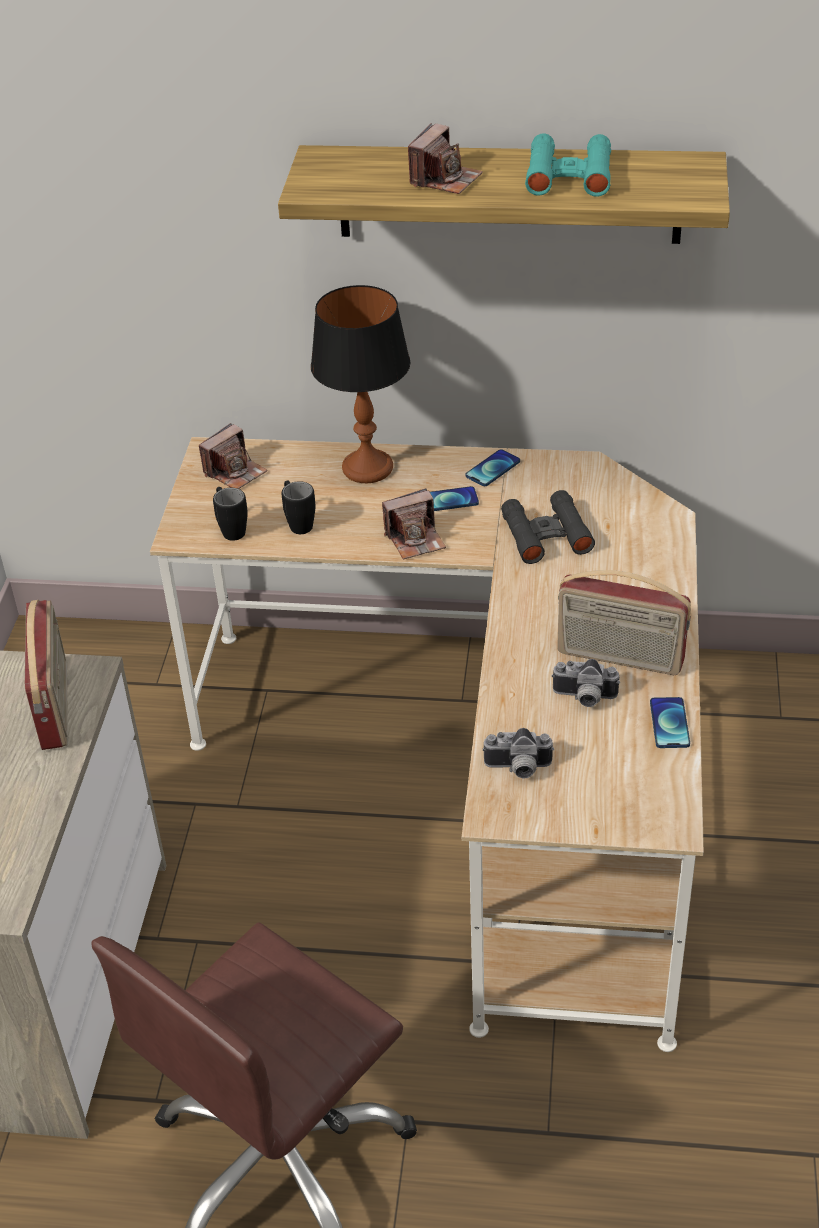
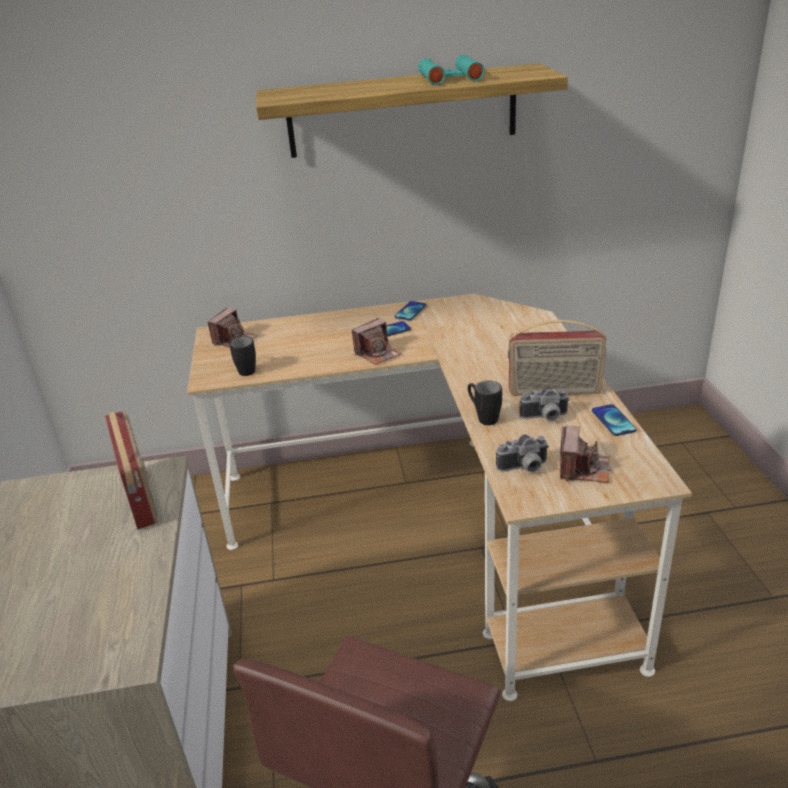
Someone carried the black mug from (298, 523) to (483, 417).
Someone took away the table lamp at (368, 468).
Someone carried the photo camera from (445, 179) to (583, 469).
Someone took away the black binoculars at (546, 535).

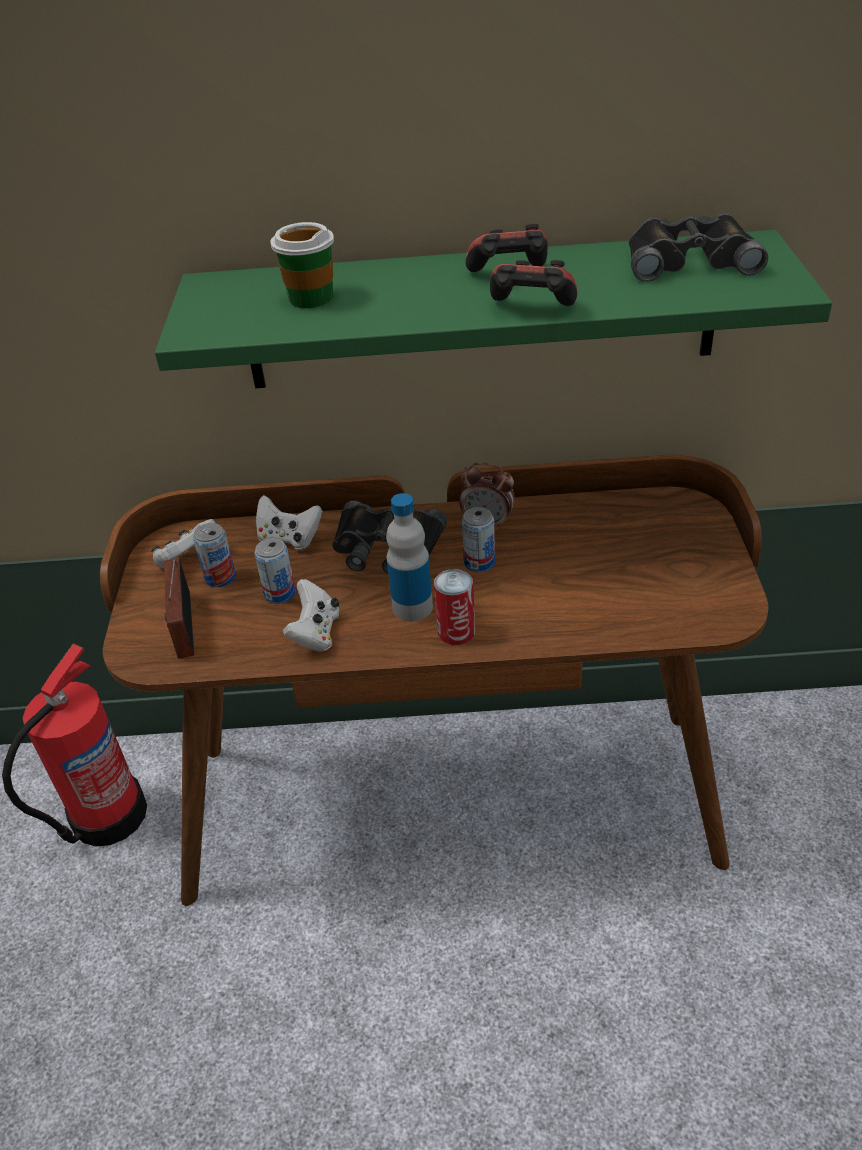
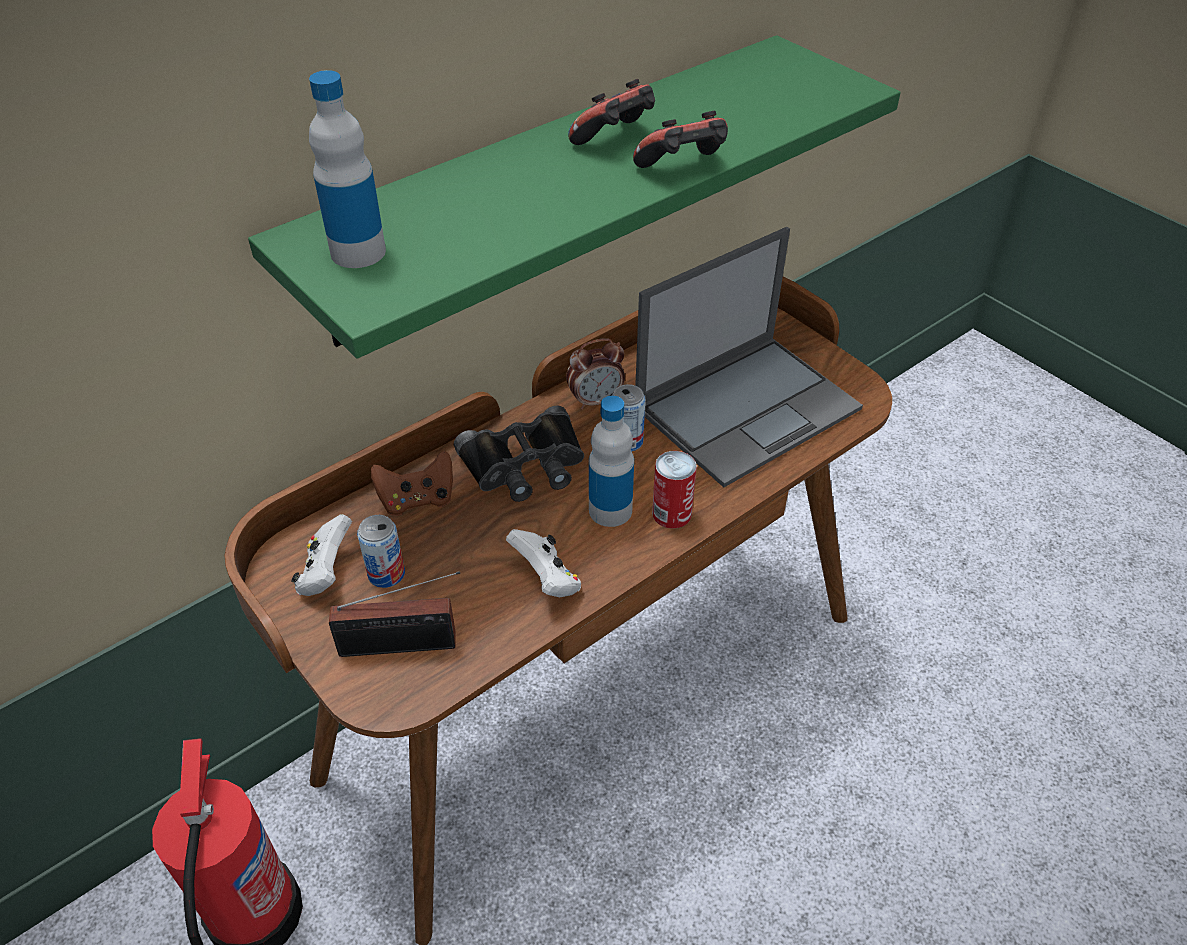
Someone rotated the radio at (183, 629) by 45 degrees counterclockwise.
Someone took away the can at (280, 594).
Someone repainted the white game controller at (289, 538), which became the brown game controller at (417, 500).
Someone took away the cup at (311, 298).
Someone took away the black binoculars at (689, 260).
Someone put down the bottle at (358, 252).
Someone put down the laptop at (748, 407).

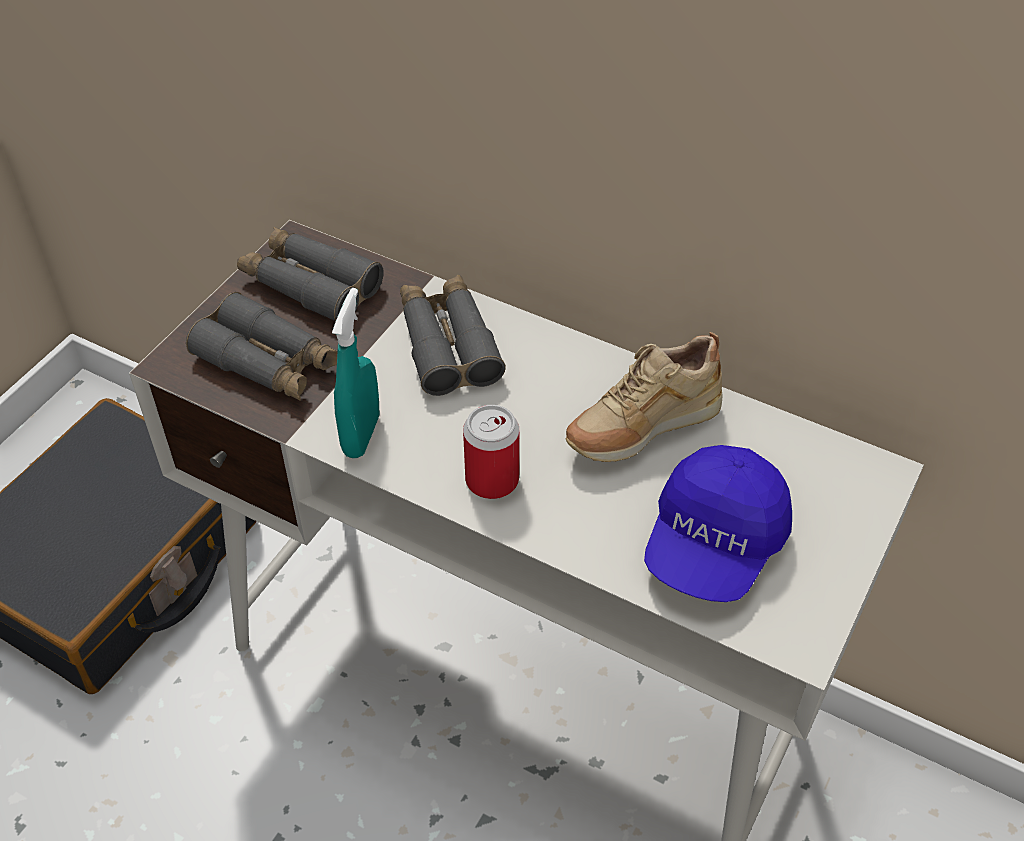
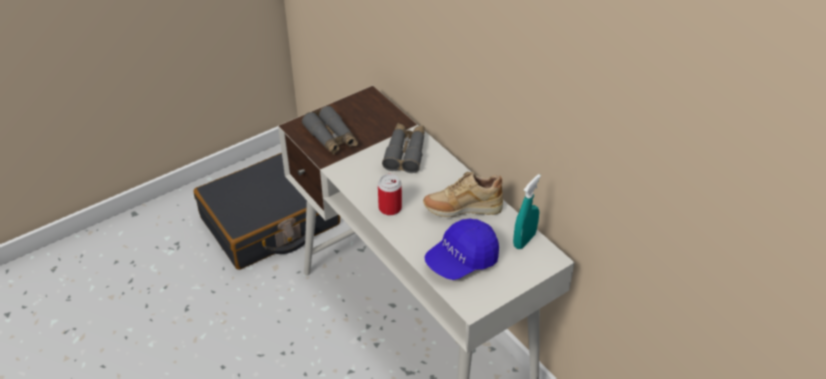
Someone took away the grey binoculars at (310, 285).
Someone carried the turquoise spray bottle from (361, 435) to (524, 240).

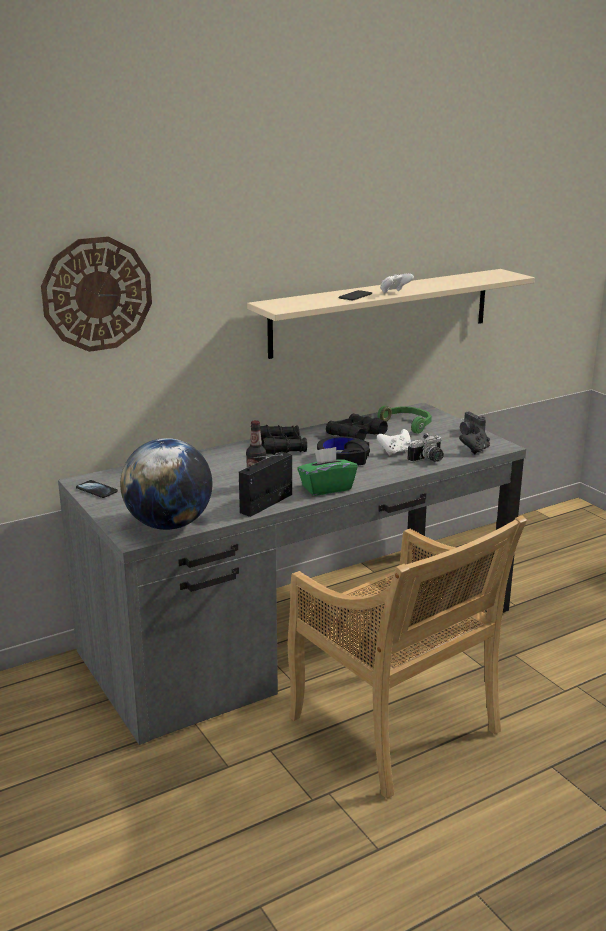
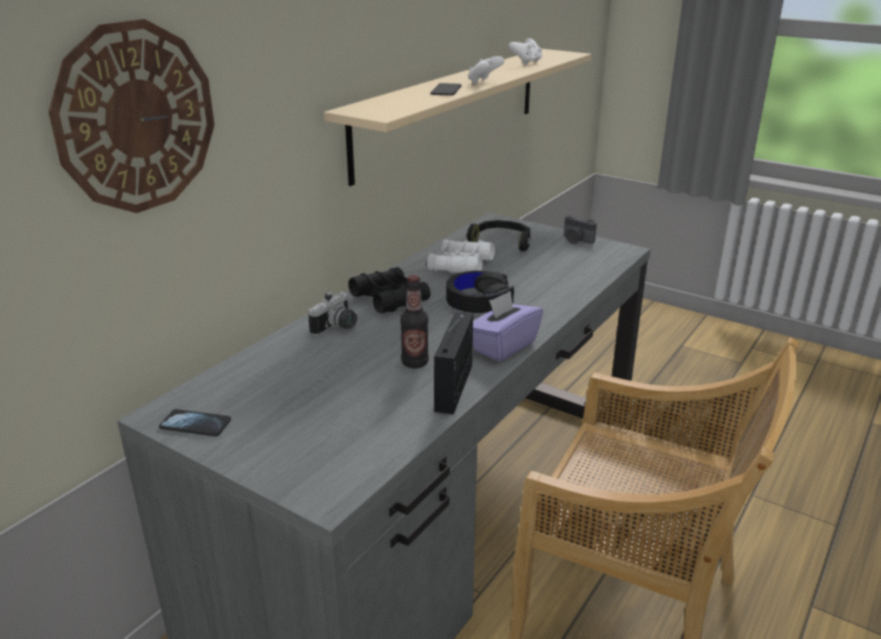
Someone took away the globe at (169, 525).
Someone repainted the green tissue box at (326, 488), which became the purple tissue box at (503, 346).
Someone repainted the black binoculars at (356, 435), which became the white binoculars at (460, 265).
Someone repainted the green headphones at (408, 424), which became the black headphones at (502, 241).
Someone carried the white game controller from (395, 452) to (526, 63).
Someone carried the photo camera from (428, 460) to (337, 327).
Someone took away the black game controller at (475, 450).

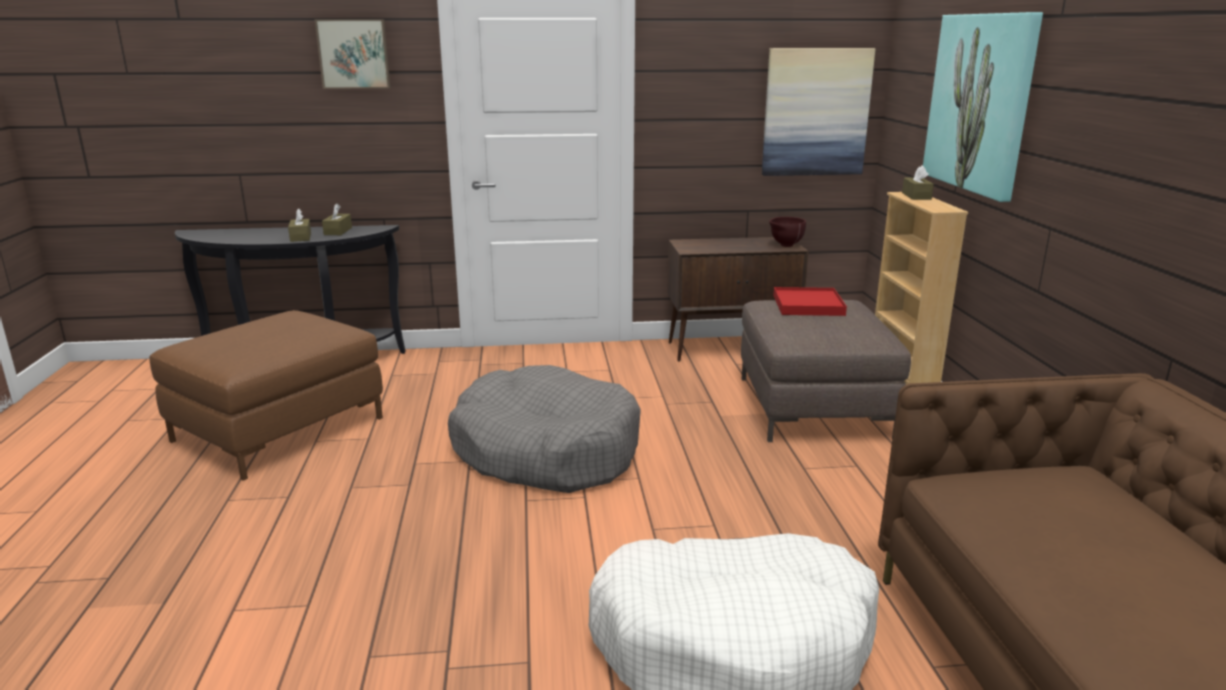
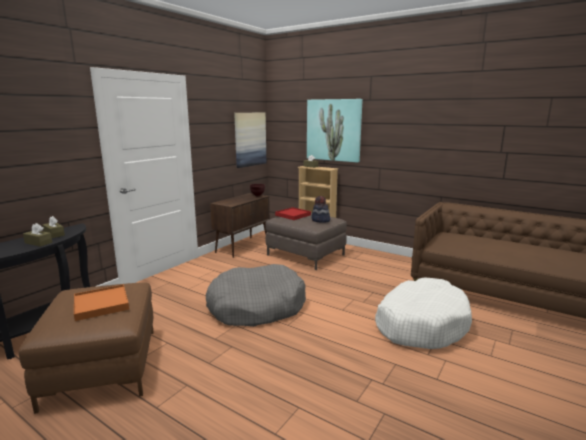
Someone took away the picture at (354, 54).
Someone put down the orange tray at (101, 304).
Someone put down the hat at (320, 220).

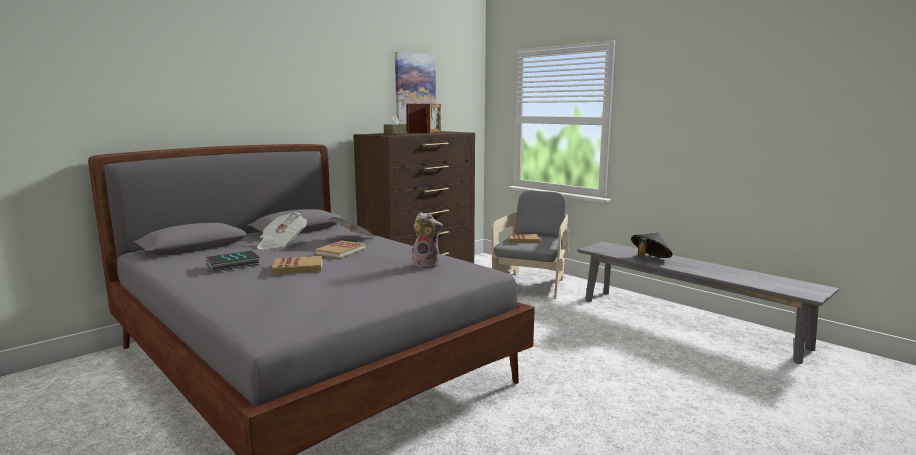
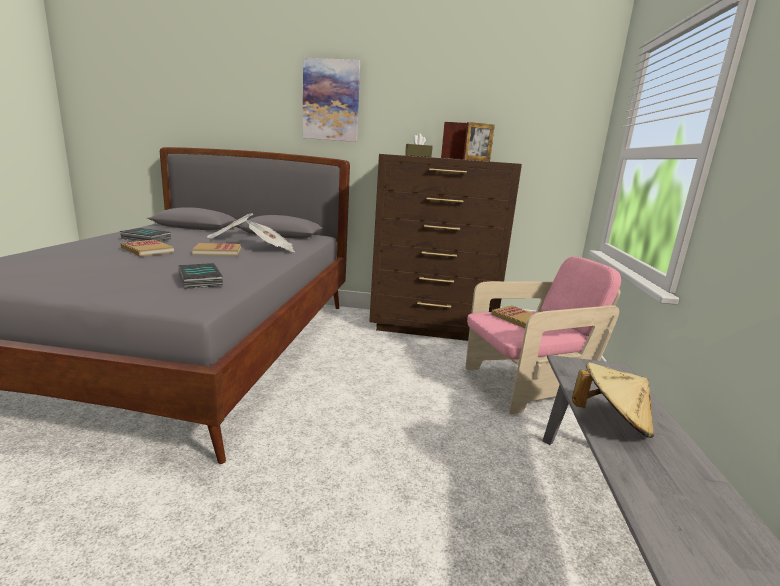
Someone carried the picture from (415, 87) to (331, 100).
Someone swapped the plush toy at (427, 264) for the book at (198, 280).
Someone repainted the grey armchair at (532, 285), which became the pink armchair at (526, 385).
Someone repainted the black hat at (649, 259), which became the beige hat at (611, 422).

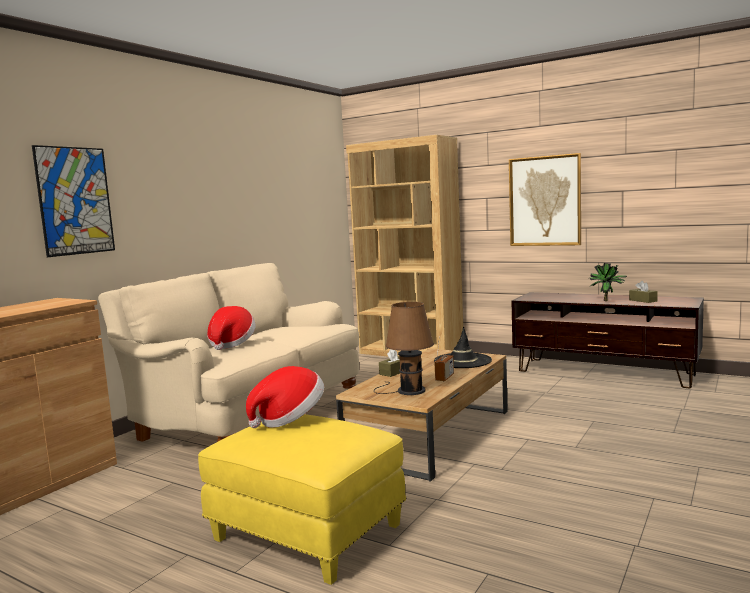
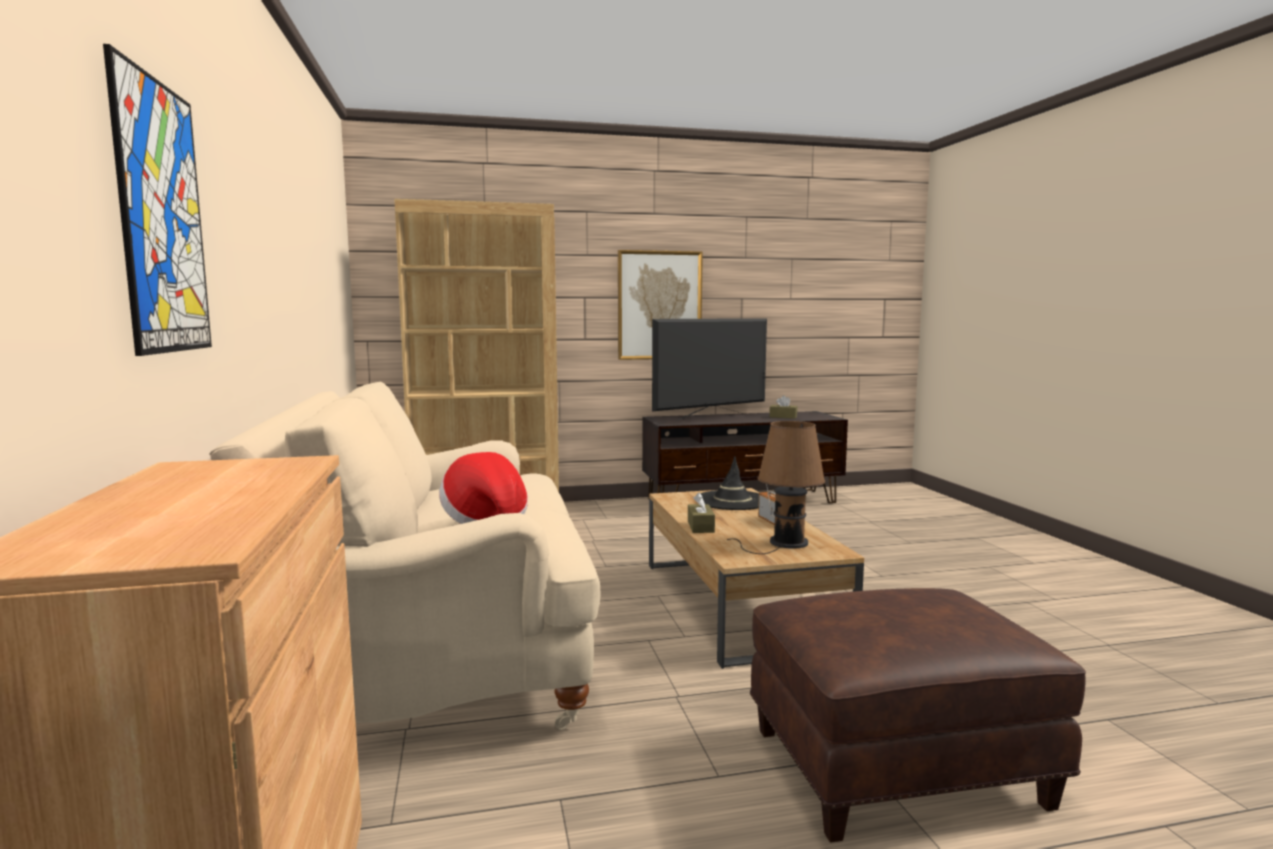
Someone repainted the yellow ottoman at (305, 532), which became the brown ottoman at (895, 769).
Someone took away the hat at (289, 419).
Someone took away the potted plant at (608, 301).
Someone put down the television at (710, 417).

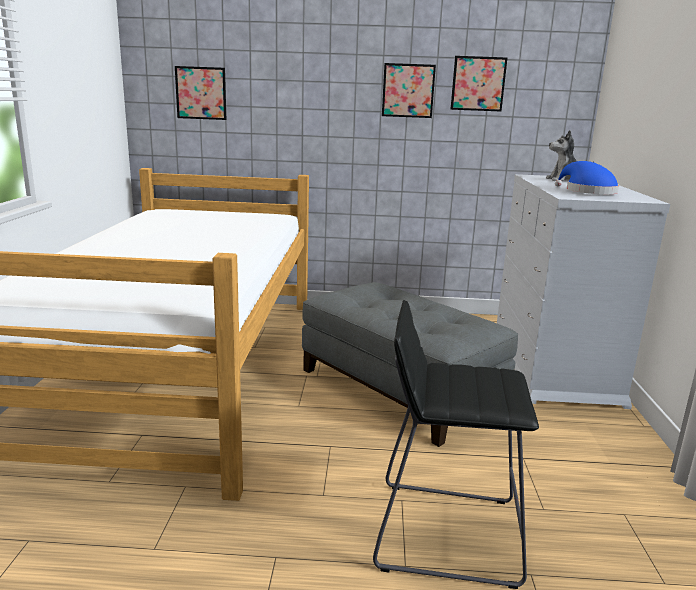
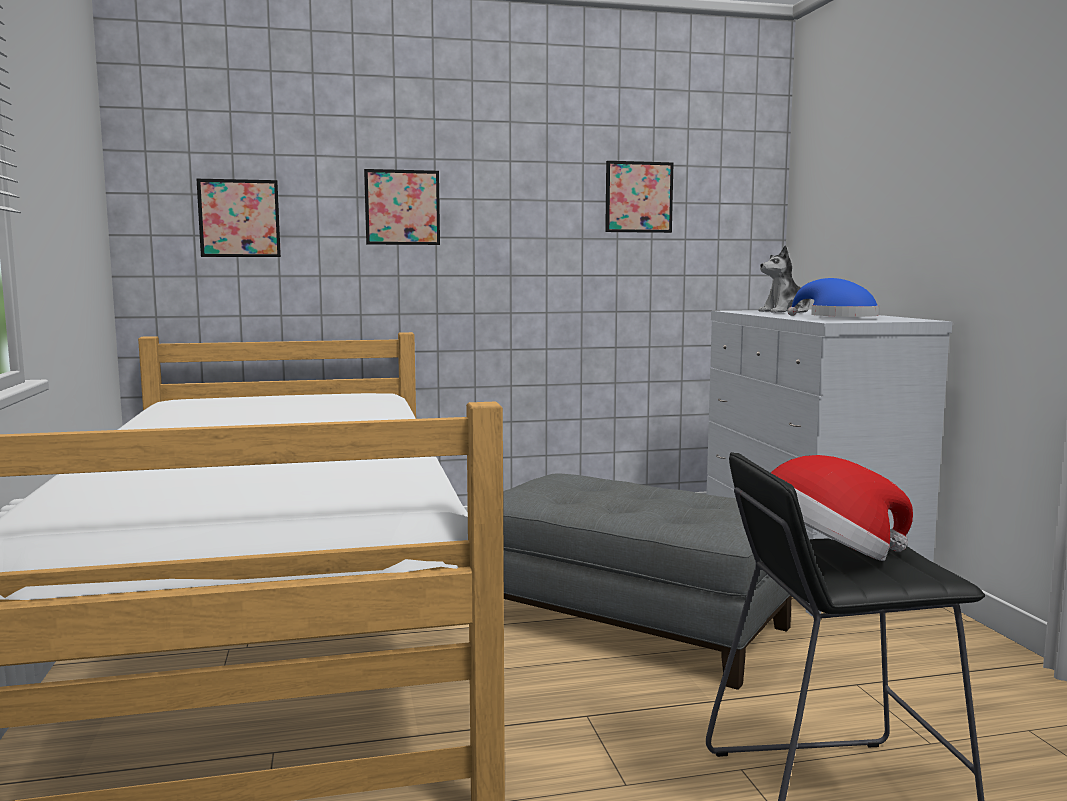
Someone carried the picture from (408, 90) to (402, 207).
Someone put down the hat at (826, 555).

